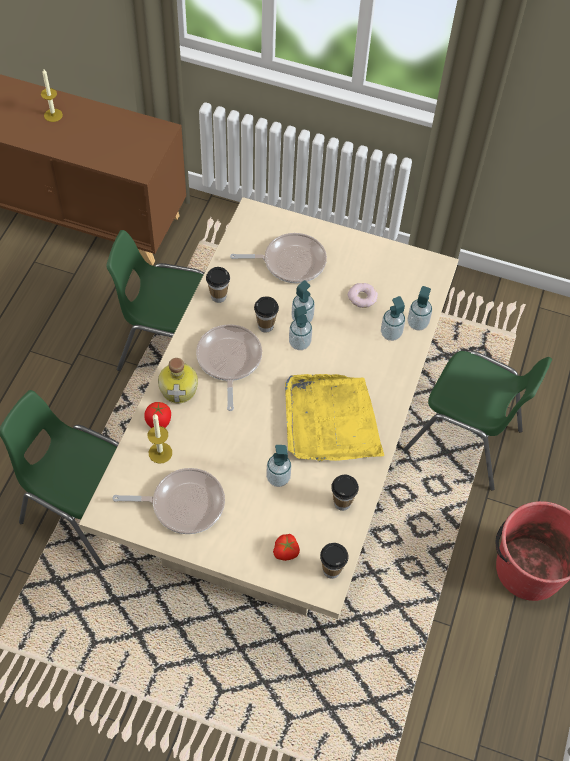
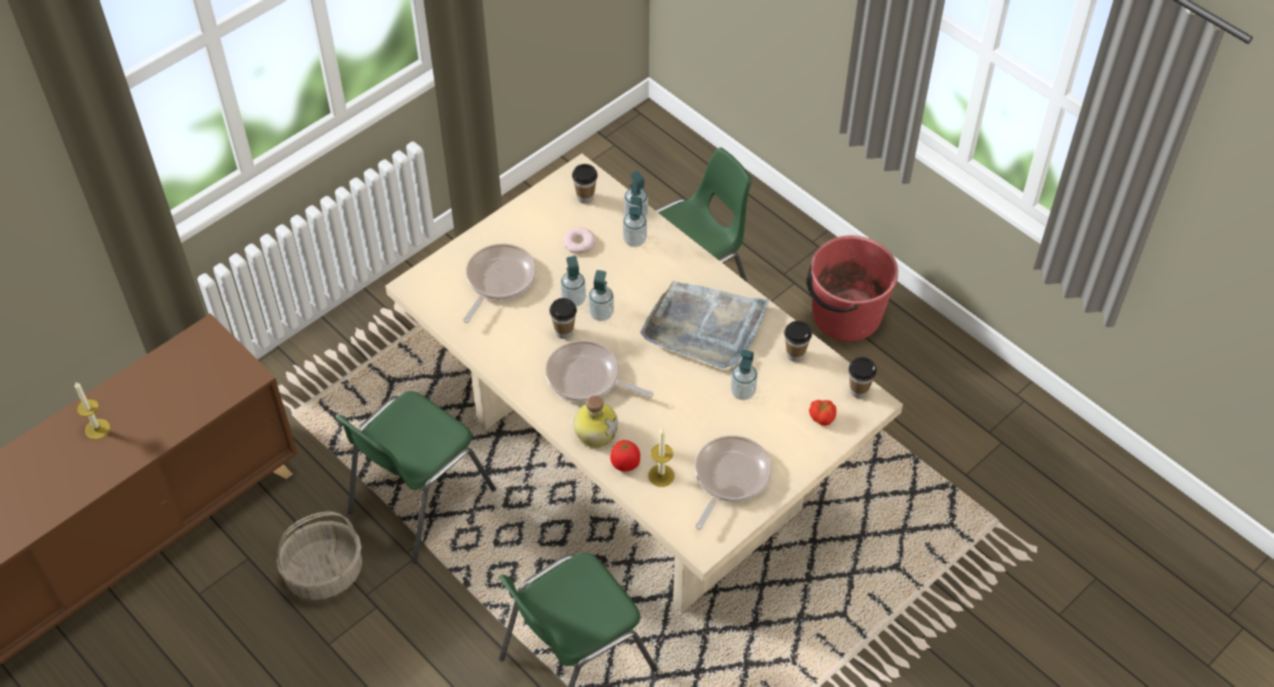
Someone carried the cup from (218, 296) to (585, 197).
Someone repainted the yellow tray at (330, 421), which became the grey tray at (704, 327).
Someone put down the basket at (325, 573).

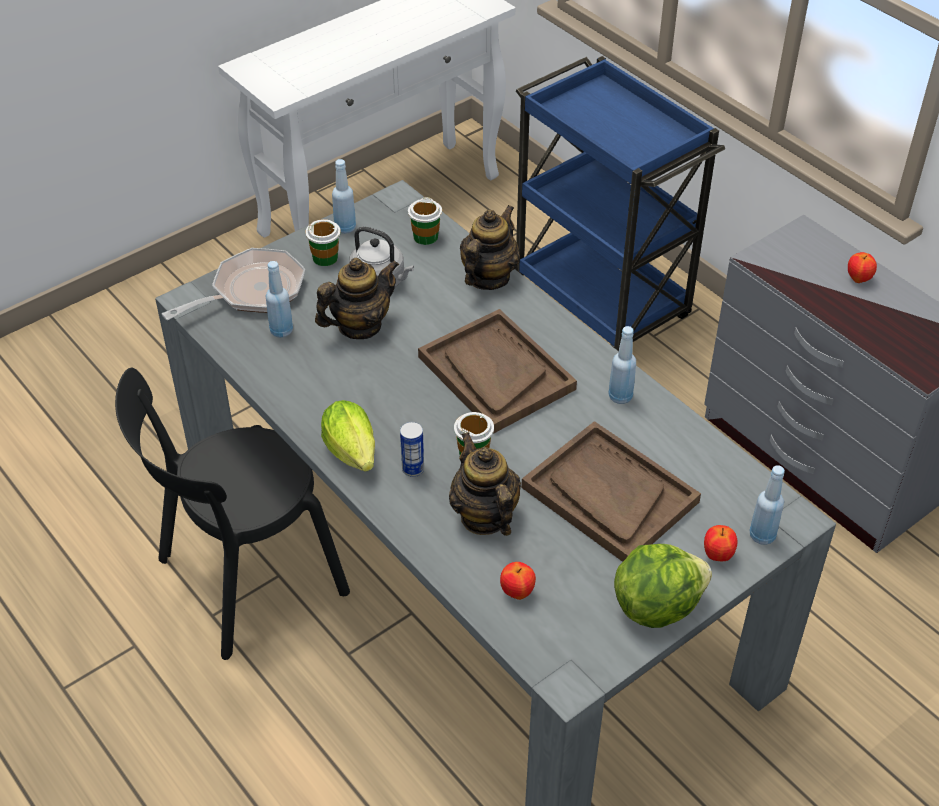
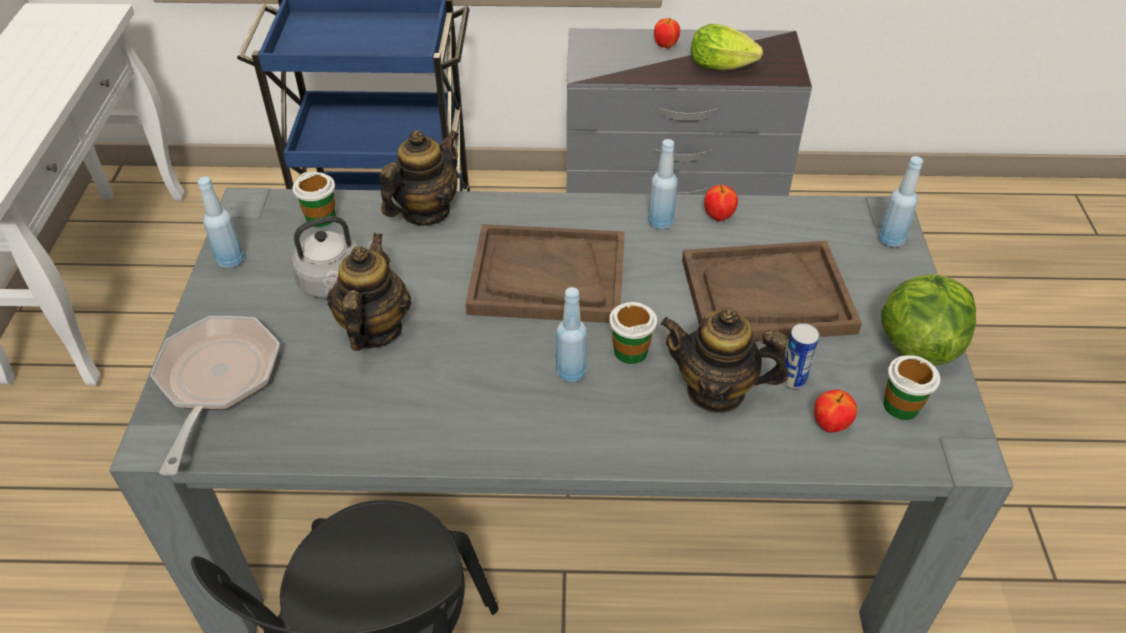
Someone carried the blue bottle from (281, 331) to (571, 372).
Someone carried the cup from (325, 258) to (901, 406).
Someone carried the lettuce from (353, 455) to (724, 67).
Someone carried the can from (413, 469) to (792, 380).
Someone rotated the teapot at (488, 277) by 60 degrees clockwise.
Someone carried the apple from (717, 555) to (718, 217).

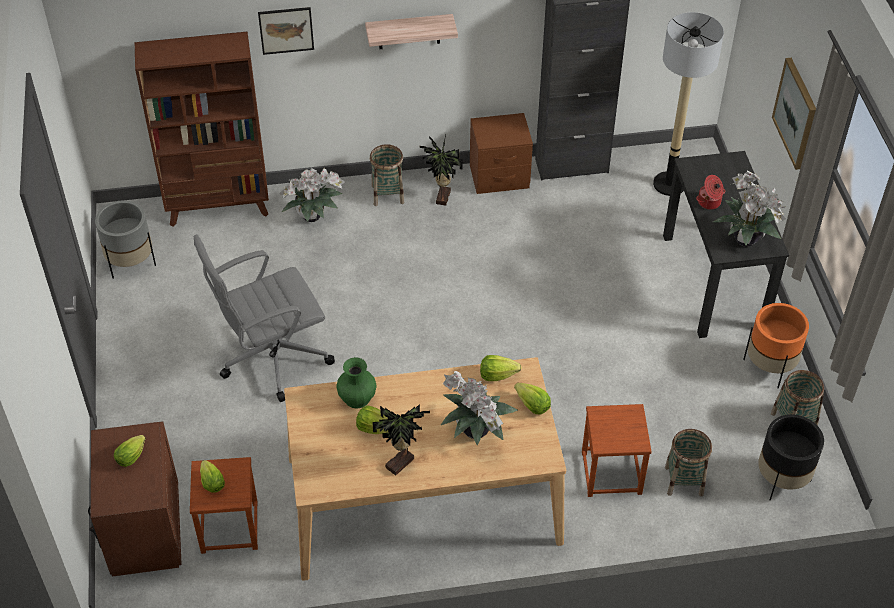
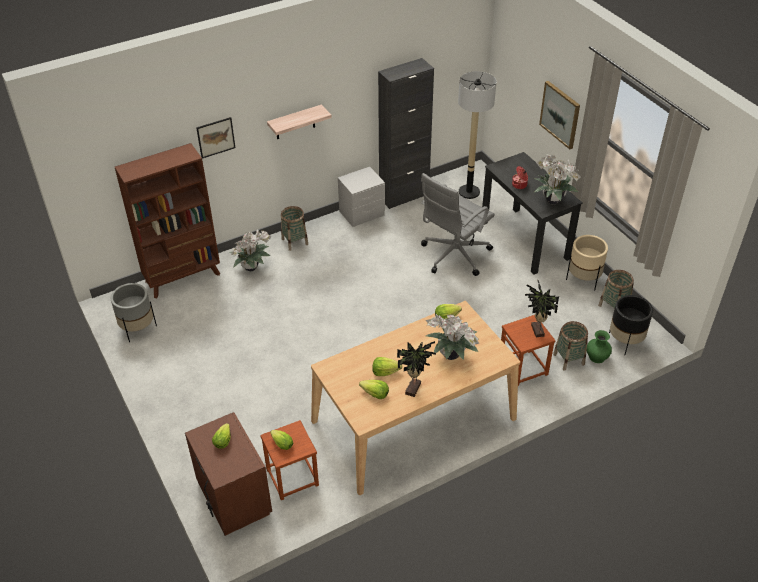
Someone carried the grey office chair from (271, 357) to (453, 255).
Someone carried the green vase from (357, 398) to (597, 357).
Someone carried the potted plant from (441, 197) to (536, 331).
Someone repainted the brown nightstand at (499, 177), which became the grey nightstand at (361, 213).
Someone carried the lettuce from (532, 405) to (375, 394).
Someone repainted the orange planter at (769, 367), which became the beige planter at (583, 279).

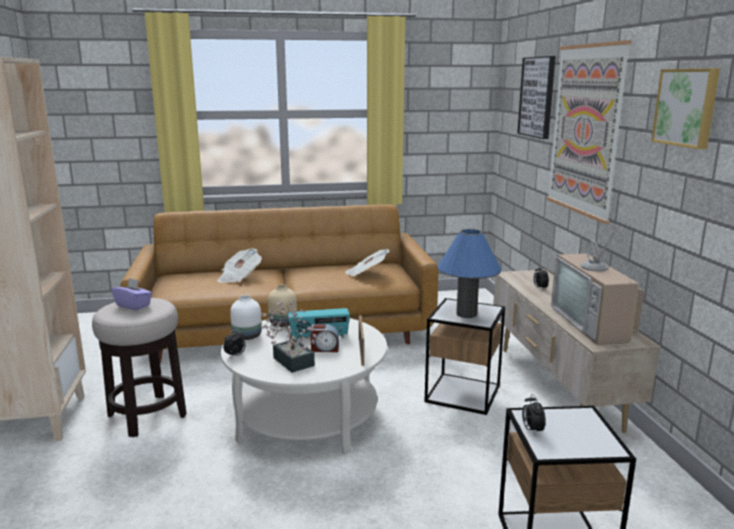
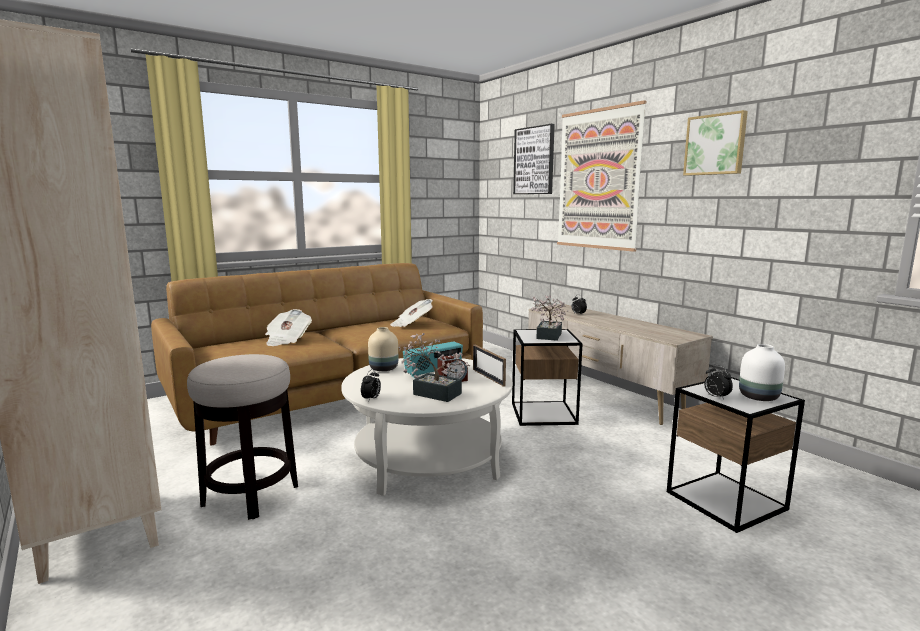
Someone took away the purple tissue box at (133, 305).
Someone carried the white vase from (247, 336) to (757, 397).
Someone swapped the blue table lamp at (466, 314) for the potted plant at (548, 337).
Someone took away the television at (594, 324).

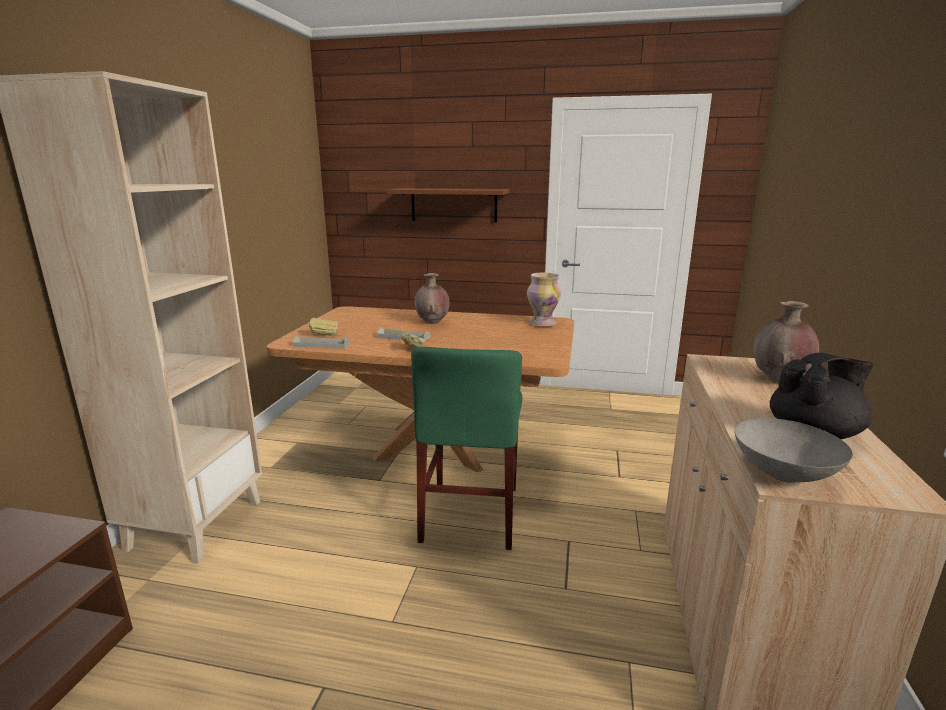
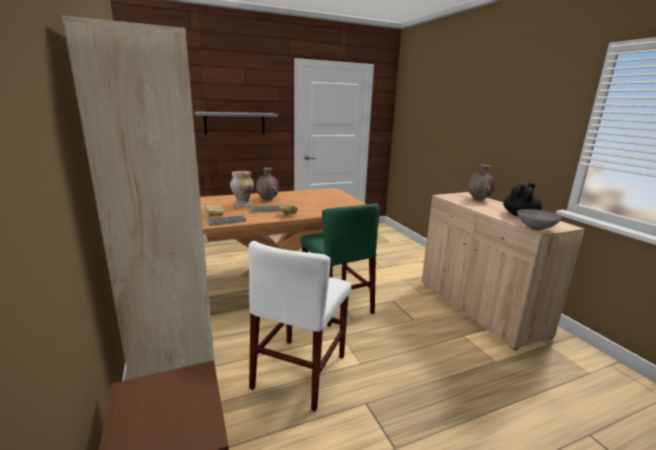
Someone repainted the brown shelf at (454, 205), which became the grey shelf at (235, 123).
Someone carried the vase from (542, 323) to (242, 205).
Someone put down the white chair at (300, 371).

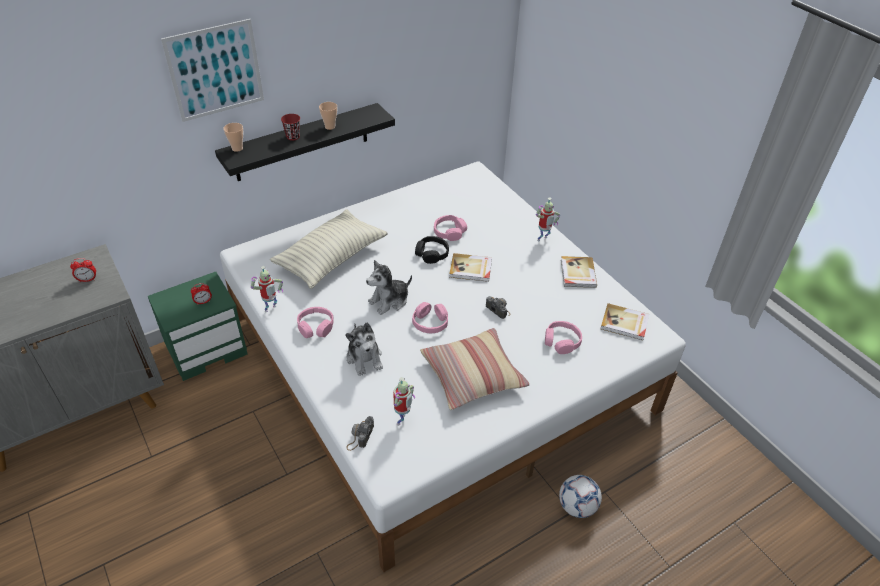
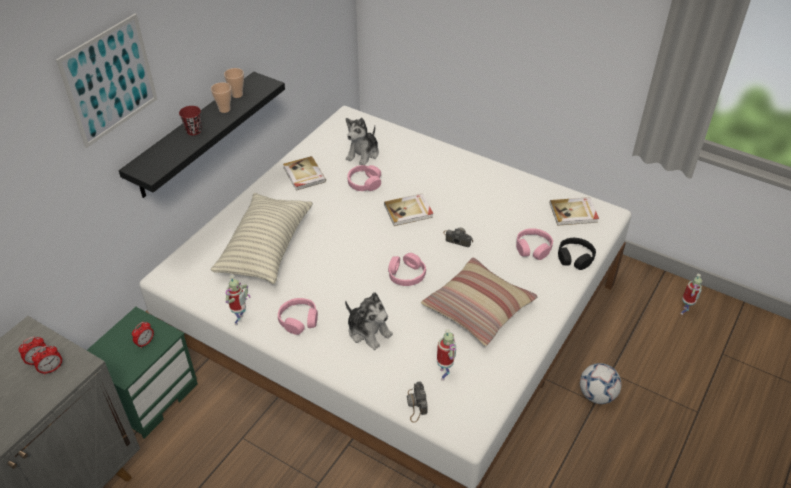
Someone carried the cup from (237, 148) to (237, 94).
Someone carried the plush toy from (389, 301) to (363, 154).
Someone carried the black headphones from (432, 254) to (575, 258).
Someone carried the toy robot from (543, 240) to (685, 311).
Someone carried the book from (577, 273) to (304, 175).
Someone put down the alarm clock at (52, 369).

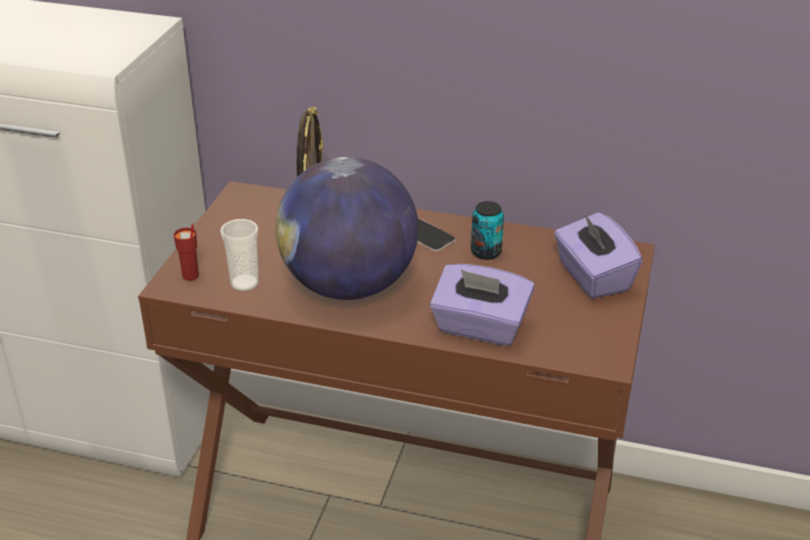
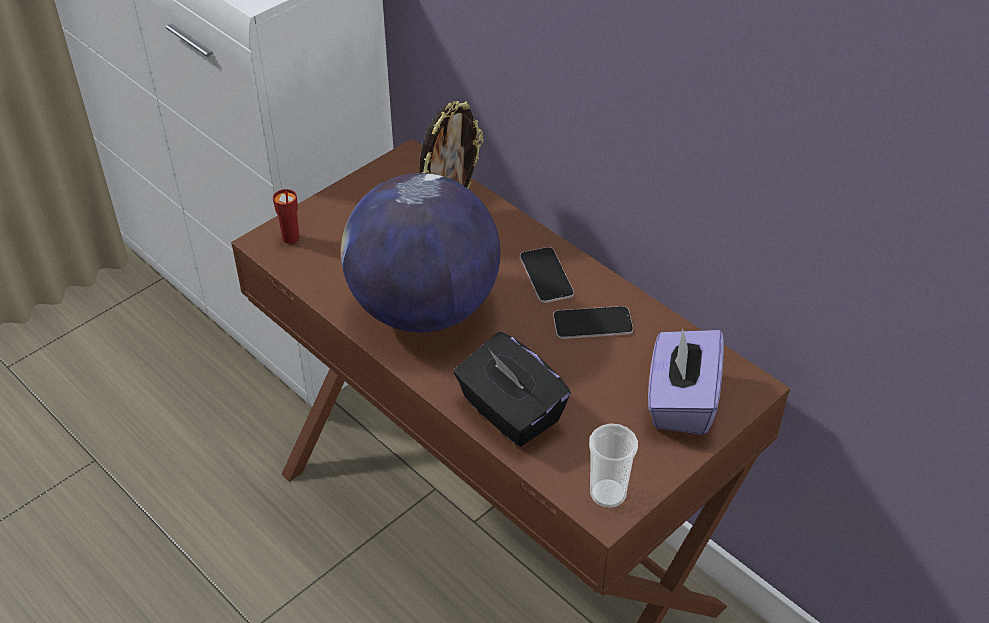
Someone carried the cup from (244, 283) to (608, 494).
Someone repainted the purple tissue box at (480, 327), which became the black tissue box at (510, 412).
Someone swapped the can at (486, 252) for the phone at (592, 323).

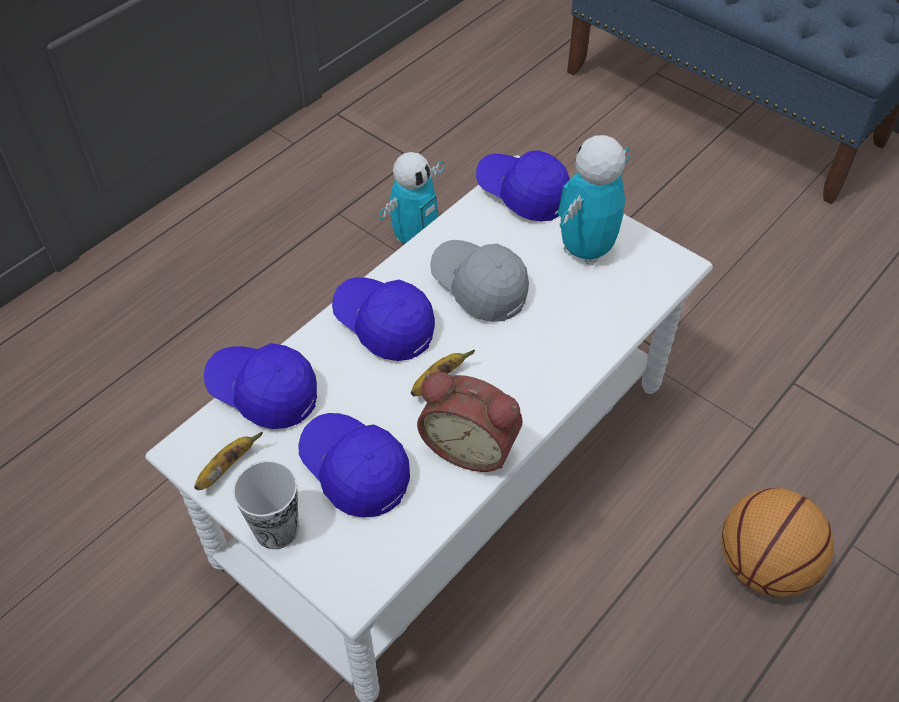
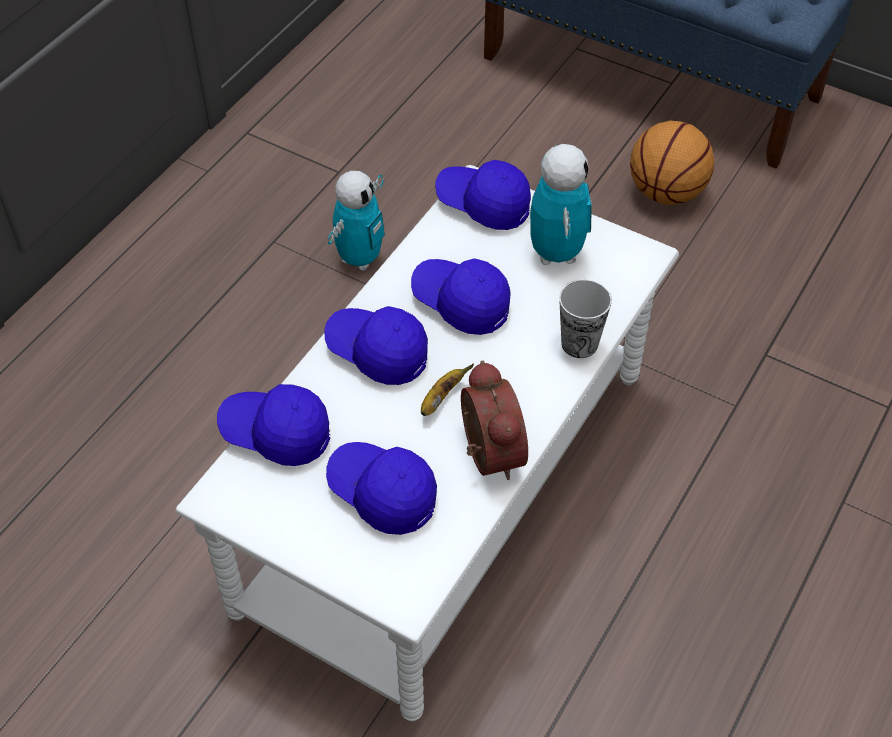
Someone took away the banana at (227, 468).
Someone carried the cup from (276, 529) to (579, 343).
Someone rotated the alarm clock at (471, 445) by 120 degrees counterclockwise.
Someone repainted the grey cap at (479, 288), which became the blue cap at (461, 303).
Someone rotated the toy robot at (585, 250) by 150 degrees clockwise.
Someone carried the basketball from (764, 566) to (666, 193).

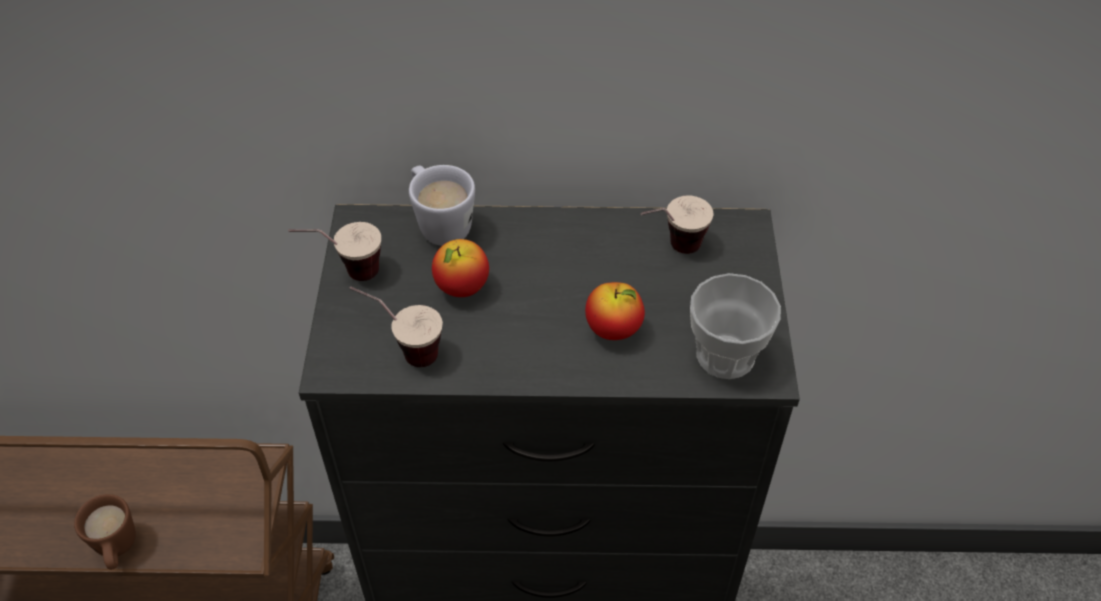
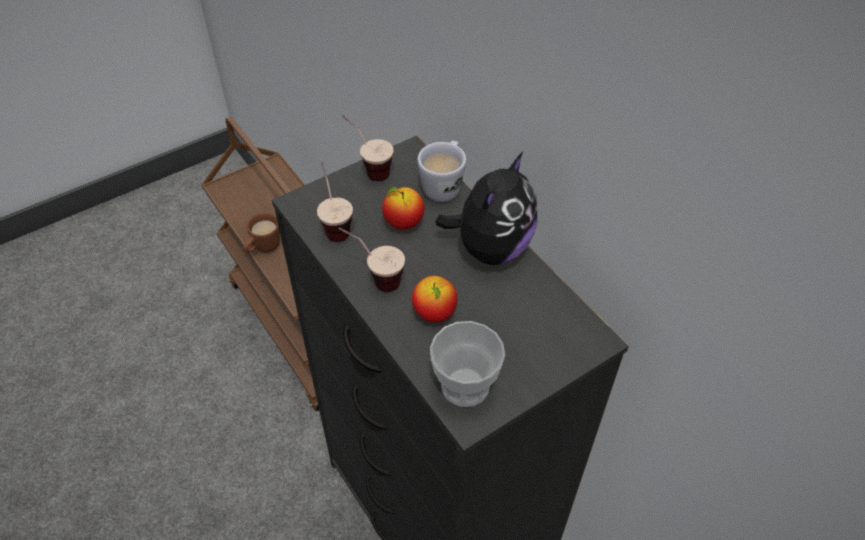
Someone carried the cup from (670, 250) to (373, 278).
Someone put down the plush toy at (491, 248).

